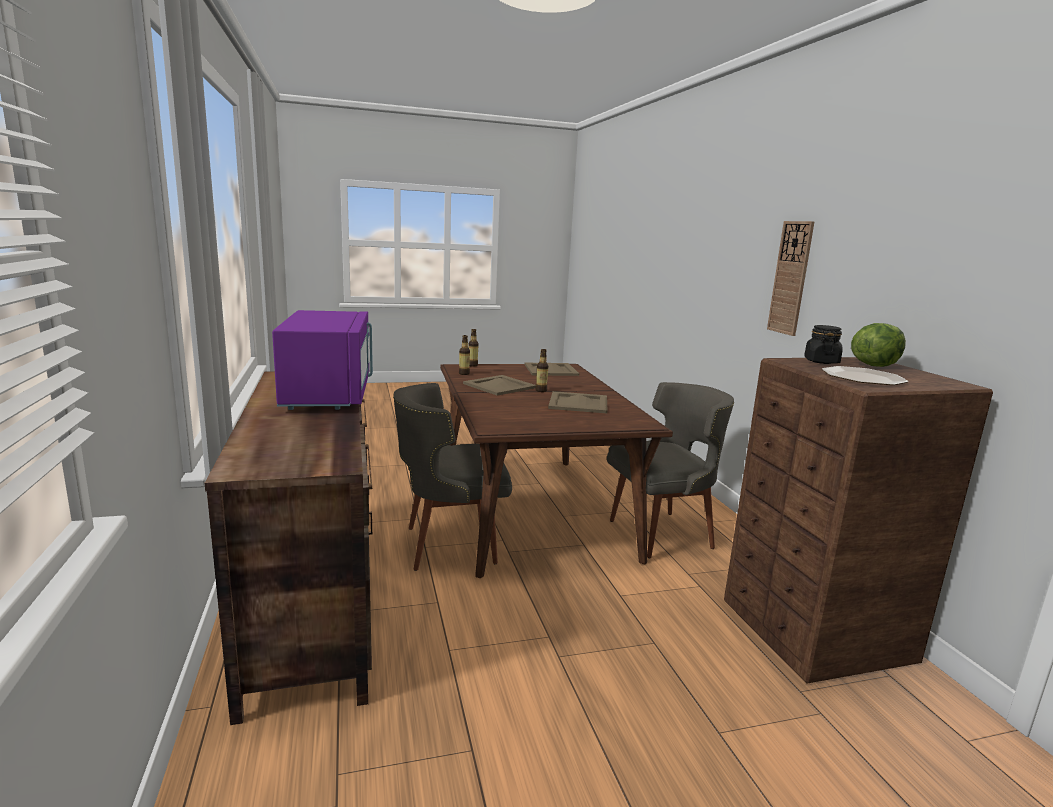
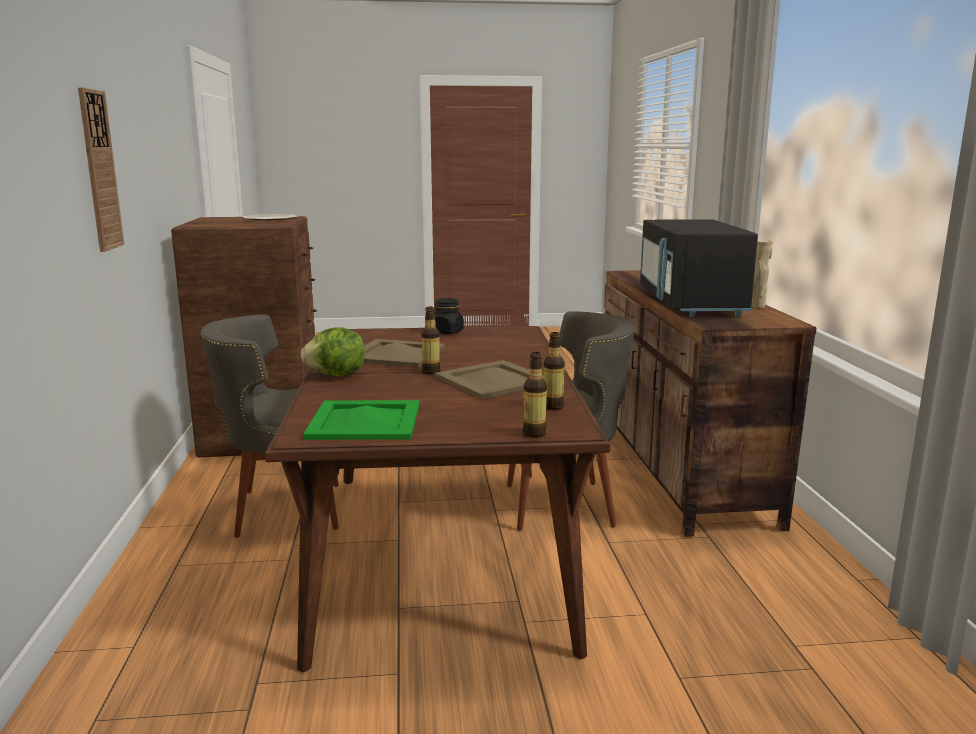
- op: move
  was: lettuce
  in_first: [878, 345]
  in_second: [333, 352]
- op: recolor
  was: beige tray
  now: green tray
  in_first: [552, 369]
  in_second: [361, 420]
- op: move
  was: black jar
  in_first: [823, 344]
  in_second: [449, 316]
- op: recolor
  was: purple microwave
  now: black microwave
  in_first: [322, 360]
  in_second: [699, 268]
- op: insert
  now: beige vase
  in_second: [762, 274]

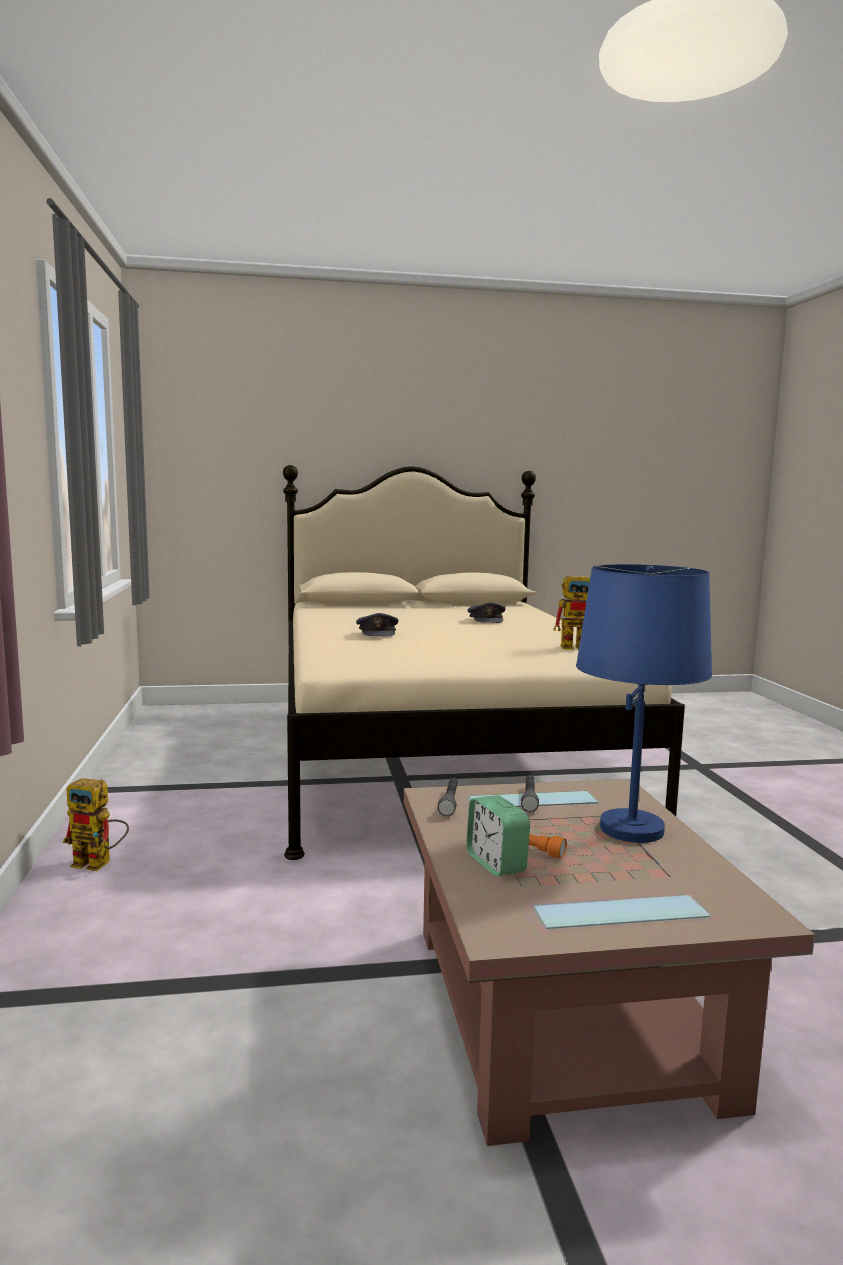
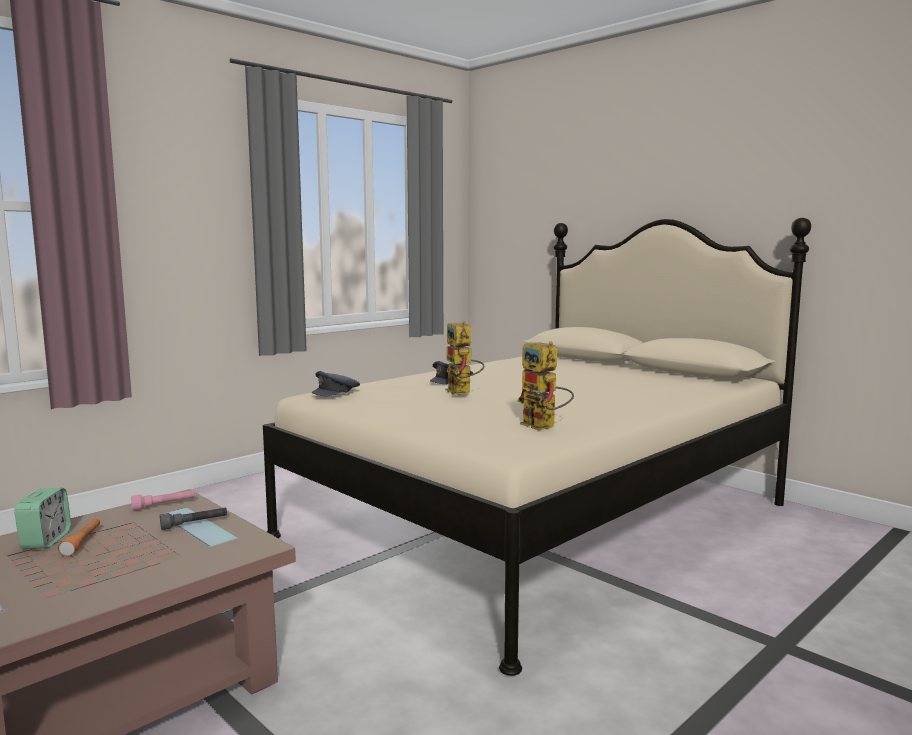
- op: rotate
  was: alarm clock
  in_first: [498, 835]
  in_second: [42, 518]
  clockwise: 150
- op: recolor
  was: grey flashlight
  now: pink flashlight
  in_first: [448, 797]
  in_second: [163, 500]
- op: move
  was: grey cap
  in_first: [486, 612]
  in_second: [336, 383]
- op: move
  was: toy robot
  in_first: [96, 824]
  in_second: [465, 358]
- op: delete
  was: blue table lamp
  in_first: [644, 703]

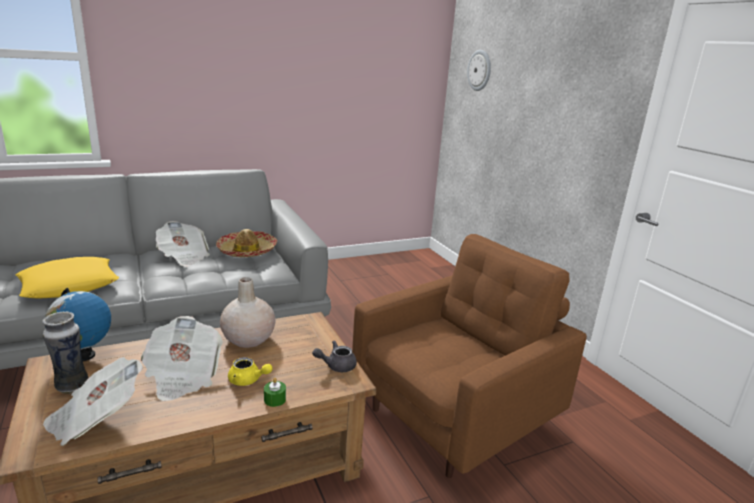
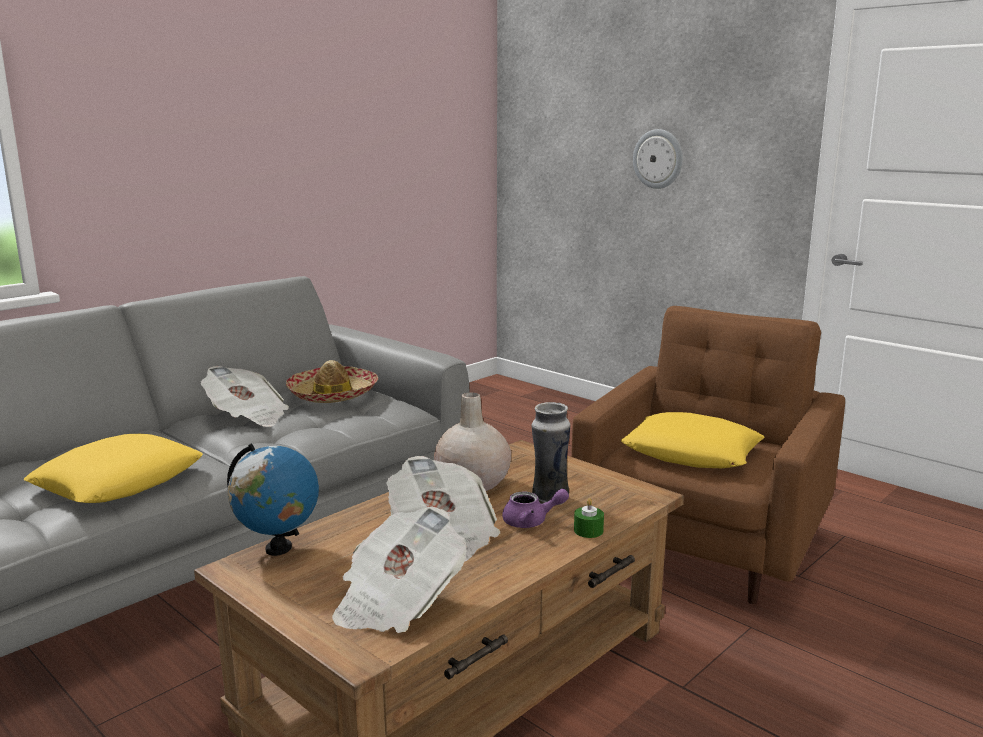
- op: recolor
  was: yellow teapot
  now: purple teapot
  in_first: [250, 371]
  in_second: [535, 508]
- op: move
  was: vase
  in_first: [66, 353]
  in_second: [550, 453]
- op: insert
  now: yellow pillow
  in_second: [693, 440]
- op: move
  was: wall clock
  in_first: [479, 70]
  in_second: [658, 159]
- op: delete
  was: grey teapot
  in_first: [334, 356]

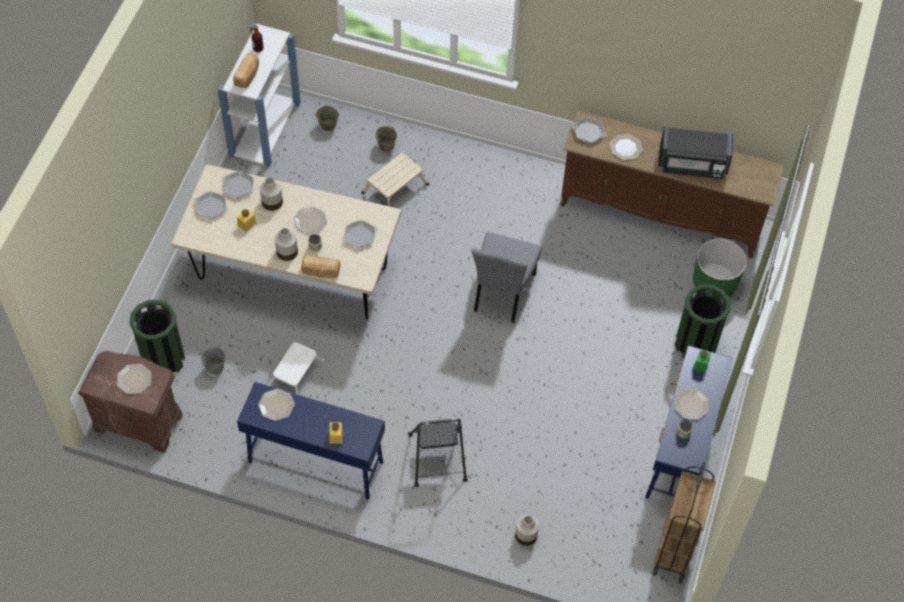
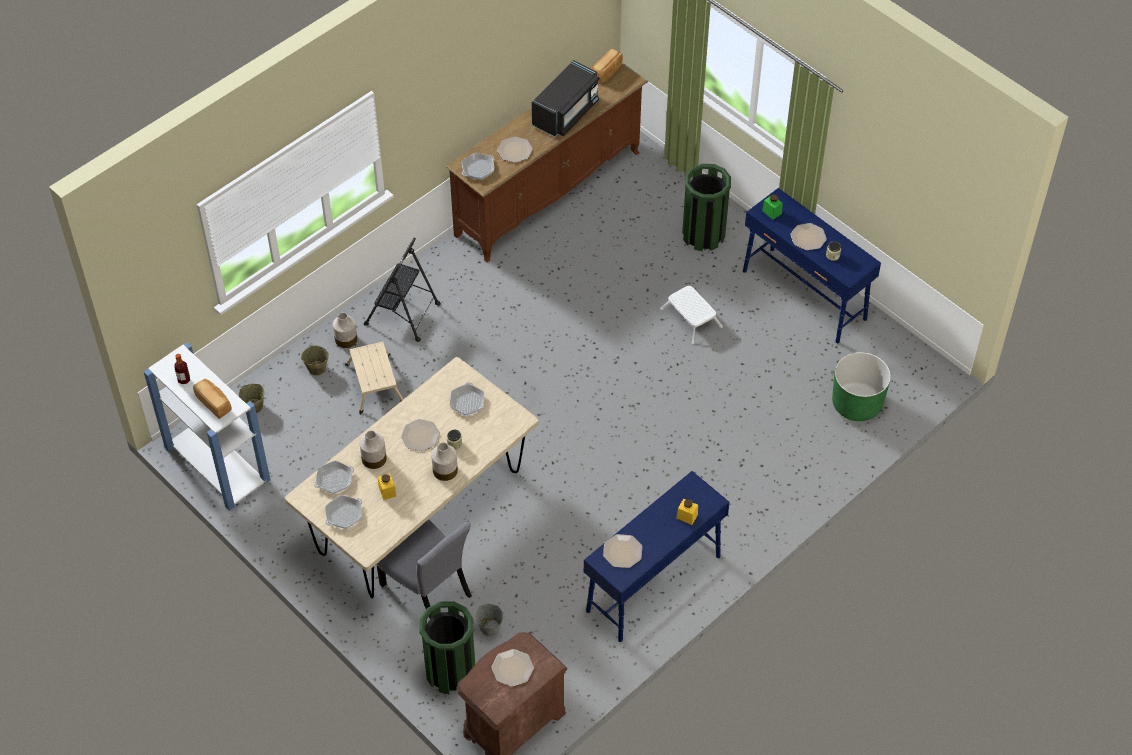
- op: move
  was: beige vase
  in_first: [527, 530]
  in_second: [345, 330]
- op: move
  was: black step ladder
  in_first: [438, 453]
  in_second: [402, 289]
- op: move
  was: grey chair
  in_first: [506, 277]
  in_second: [424, 569]
- op: move
  was: bread
  in_first: [320, 266]
  in_second: [607, 66]
- op: move
  was: white step ladder
  in_first: [296, 368]
  in_second: [691, 315]
- op: move
  was: green planter
  in_first: [720, 269]
  in_second: [861, 386]
- op: delete
  was: brown cart
  in_first: [684, 523]

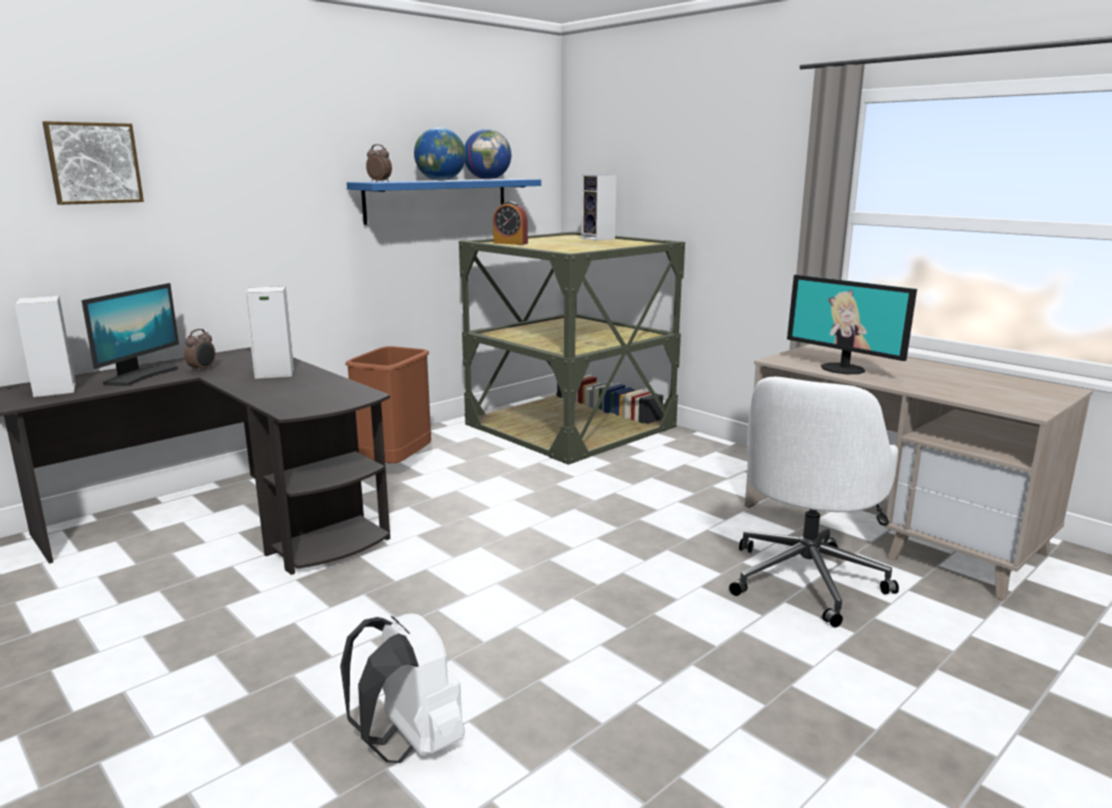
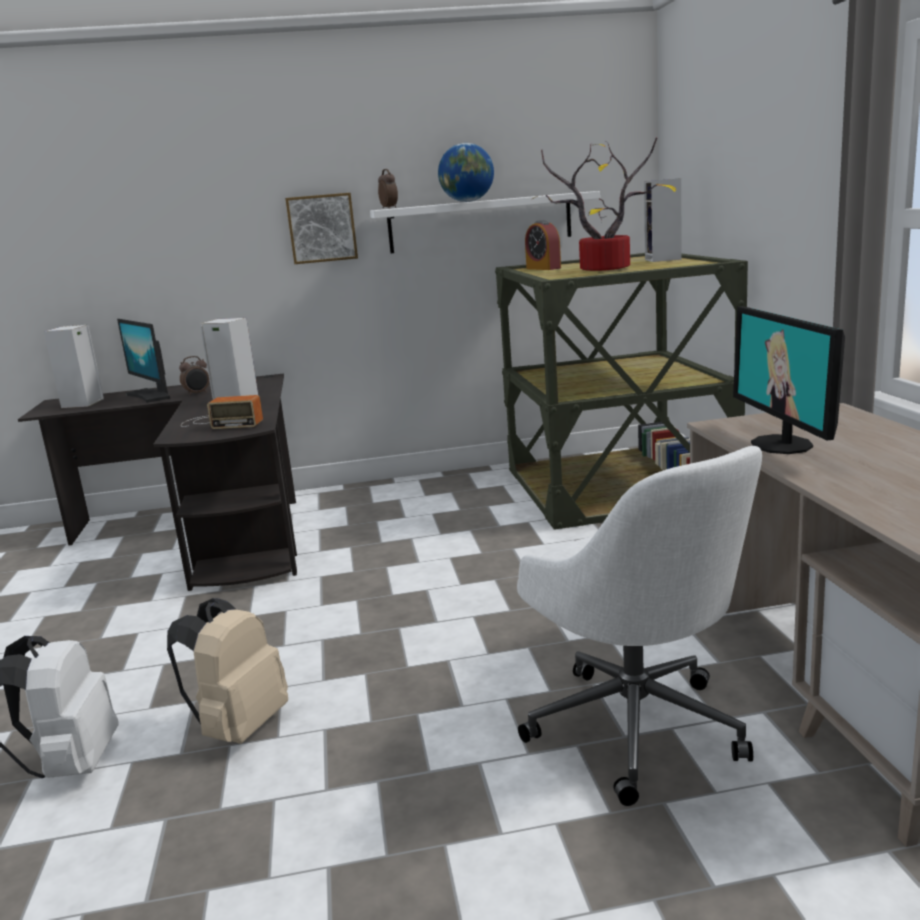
- op: rotate
  was: monitor
  in_first: [130, 334]
  in_second: [143, 361]
  clockwise: 90
- op: insert
  now: beige backpack
  in_second: [227, 671]
- op: insert
  now: radio
  in_second: [222, 412]
- op: move
  was: picture
  in_first: [93, 163]
  in_second: [321, 228]
- op: recolor
  was: blue shelf
  now: white shelf
  in_first: [444, 202]
  in_second: [485, 222]
- op: rotate
  was: white office chair
  in_first: [814, 502]
  in_second: [639, 626]
  clockwise: -90
- op: insert
  now: potted plant
  in_second: [603, 204]
- op: delete
  was: brown trash can
  in_first: [388, 404]
- op: delete
  was: globe
  in_first: [487, 154]

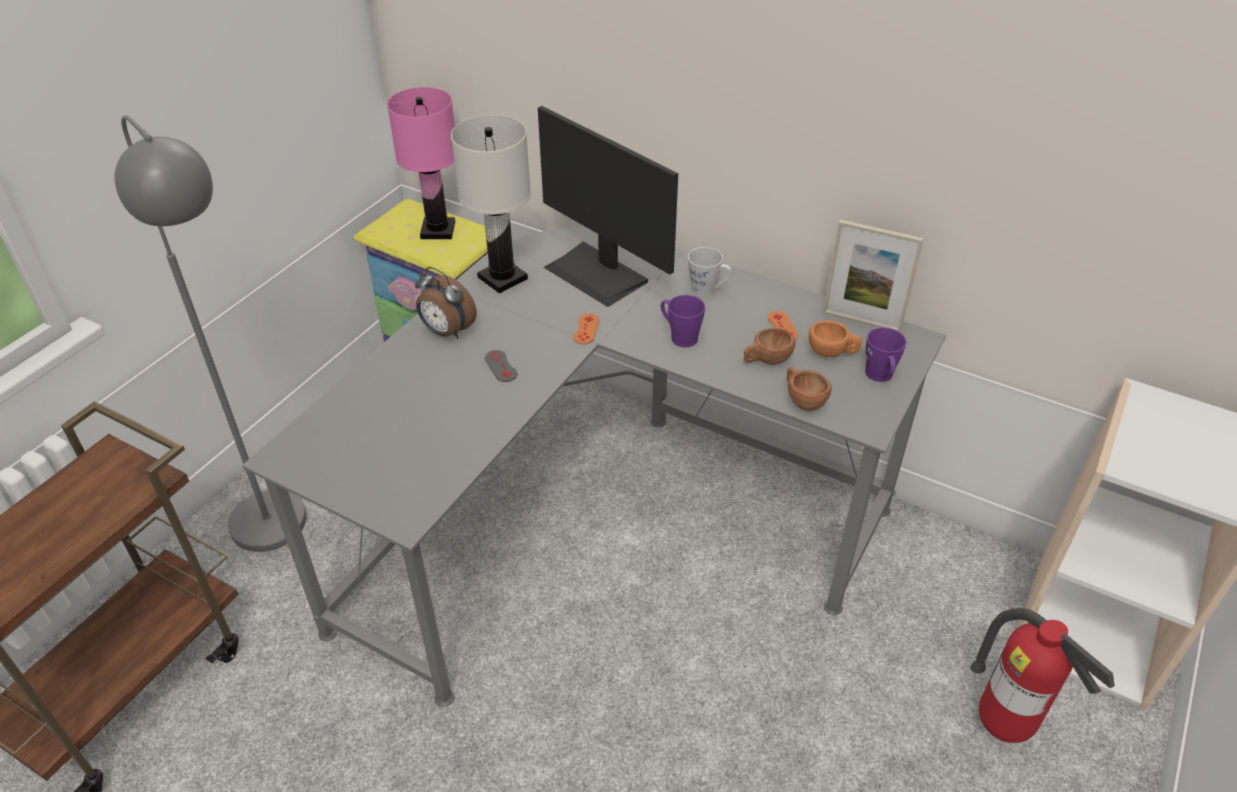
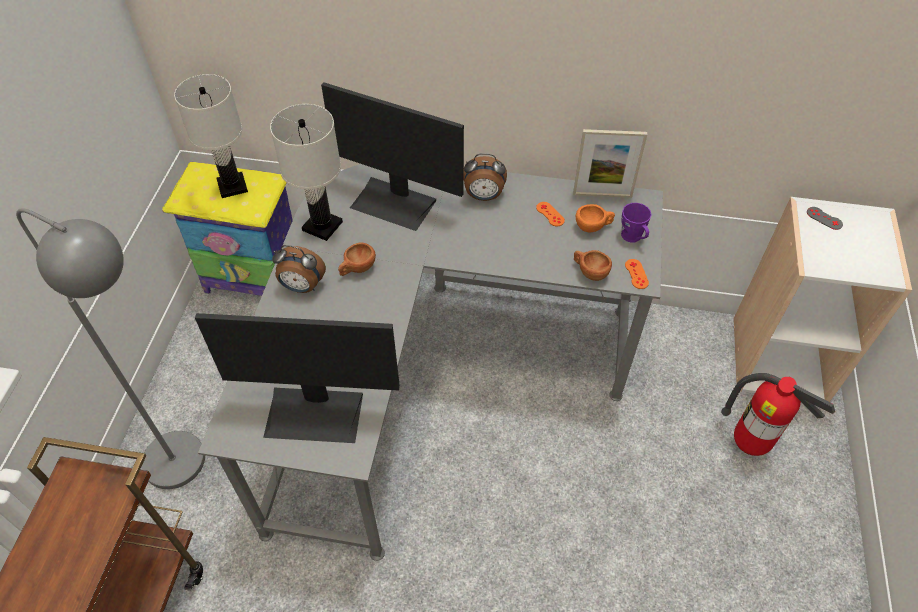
- op: recolor
  was: pink table lamp
  now: white table lamp
  in_first: [421, 163]
  in_second: [211, 136]
- op: insert
  now: monitor
  in_second: [297, 378]
- op: move
  was: brown cup
  in_first: [769, 346]
  in_second: [357, 259]
- op: replace
  was: grey mug
  now: alarm clock
  in_first: [710, 272]
  in_second: [485, 177]
- op: move
  was: orange game controller
  in_first: [586, 329]
  in_second: [637, 274]
- op: move
  was: grey game controller
  in_first: [501, 366]
  in_second: [825, 218]
- op: delete
  was: purple mug
  in_first: [683, 321]

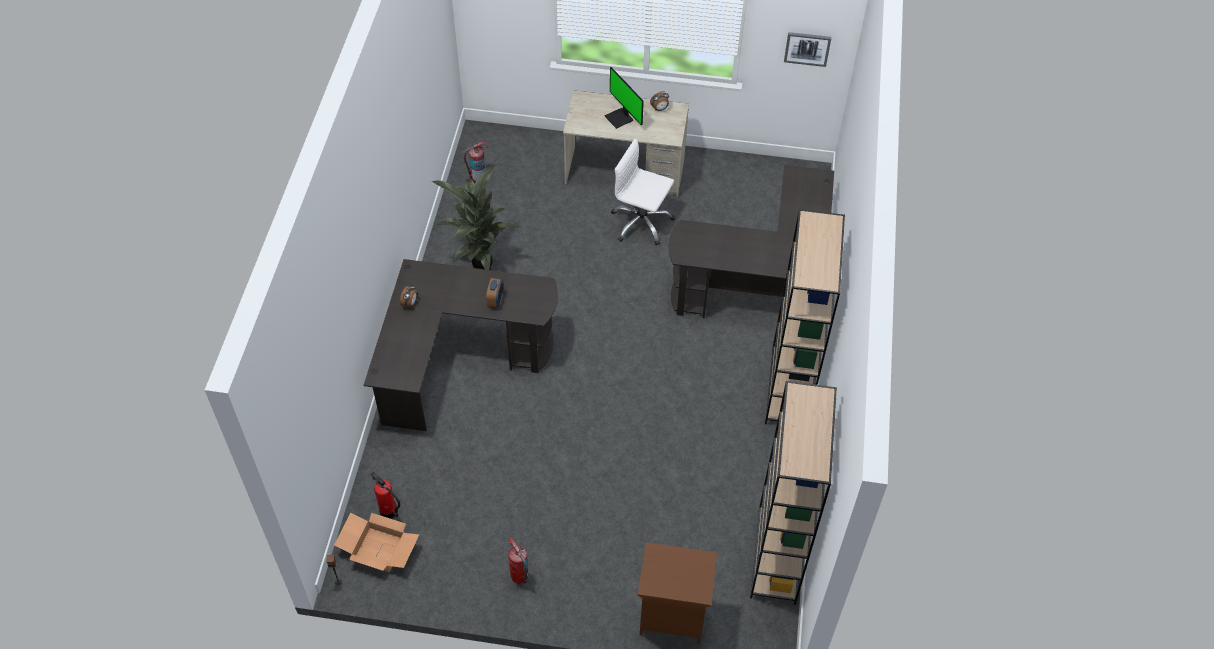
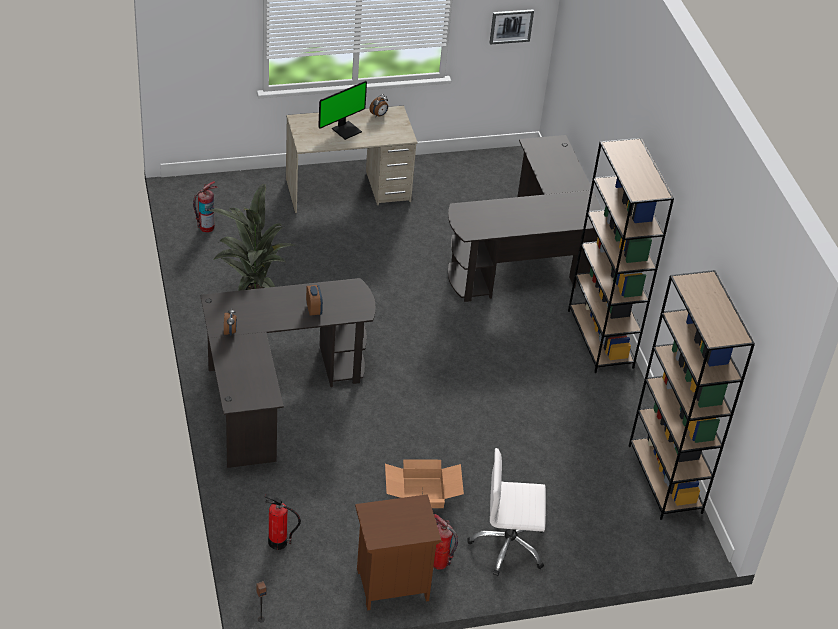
- op: rotate
  was: monitor
  in_first: [624, 98]
  in_second: [342, 110]
  clockwise: -75
- op: move
  was: brown nightstand
  in_first: [677, 593]
  in_second: [398, 552]
- op: move
  was: cardboard box
  in_first: [376, 542]
  in_second: [424, 483]
- op: move
  was: white office chair
  in_first: [643, 192]
  in_second: [506, 512]

